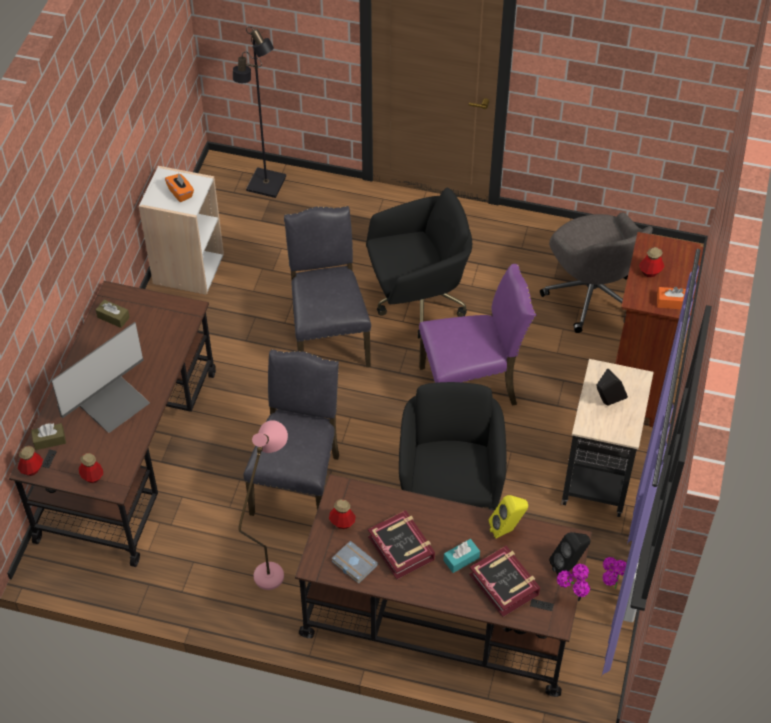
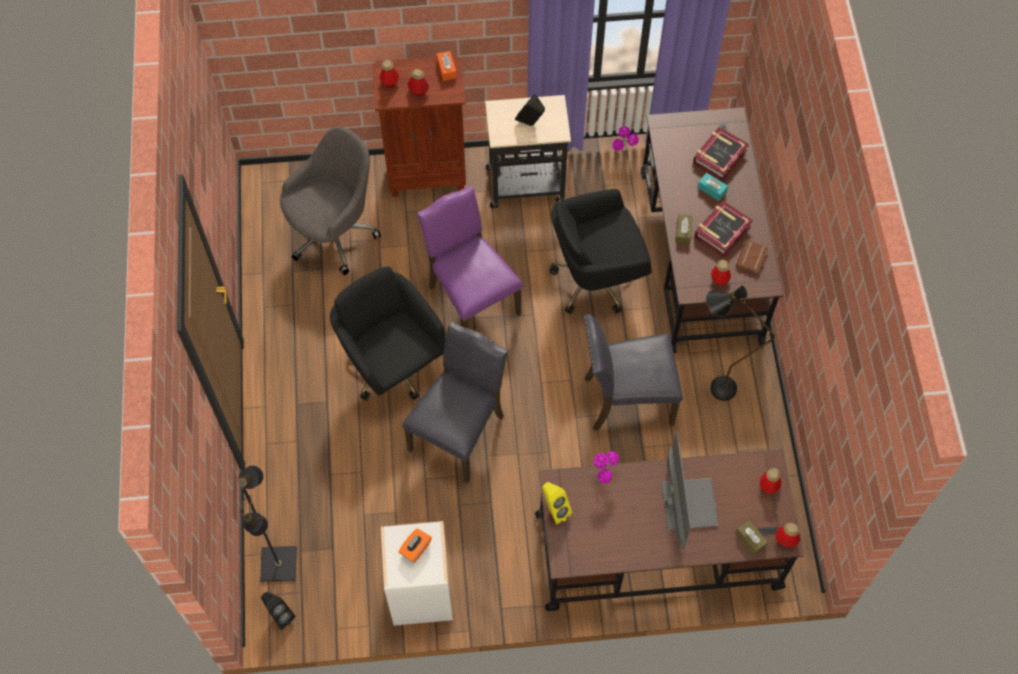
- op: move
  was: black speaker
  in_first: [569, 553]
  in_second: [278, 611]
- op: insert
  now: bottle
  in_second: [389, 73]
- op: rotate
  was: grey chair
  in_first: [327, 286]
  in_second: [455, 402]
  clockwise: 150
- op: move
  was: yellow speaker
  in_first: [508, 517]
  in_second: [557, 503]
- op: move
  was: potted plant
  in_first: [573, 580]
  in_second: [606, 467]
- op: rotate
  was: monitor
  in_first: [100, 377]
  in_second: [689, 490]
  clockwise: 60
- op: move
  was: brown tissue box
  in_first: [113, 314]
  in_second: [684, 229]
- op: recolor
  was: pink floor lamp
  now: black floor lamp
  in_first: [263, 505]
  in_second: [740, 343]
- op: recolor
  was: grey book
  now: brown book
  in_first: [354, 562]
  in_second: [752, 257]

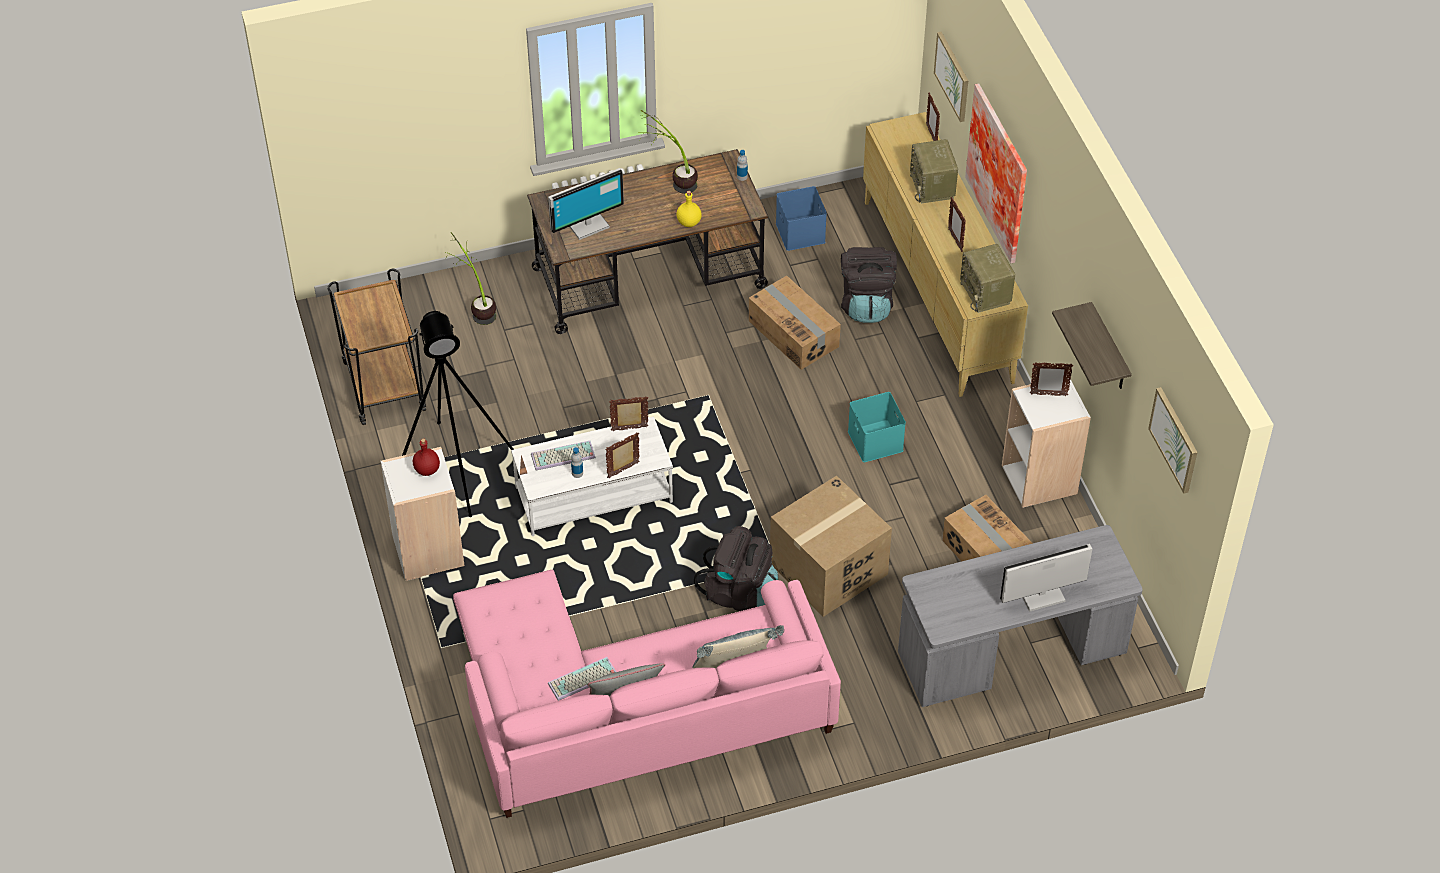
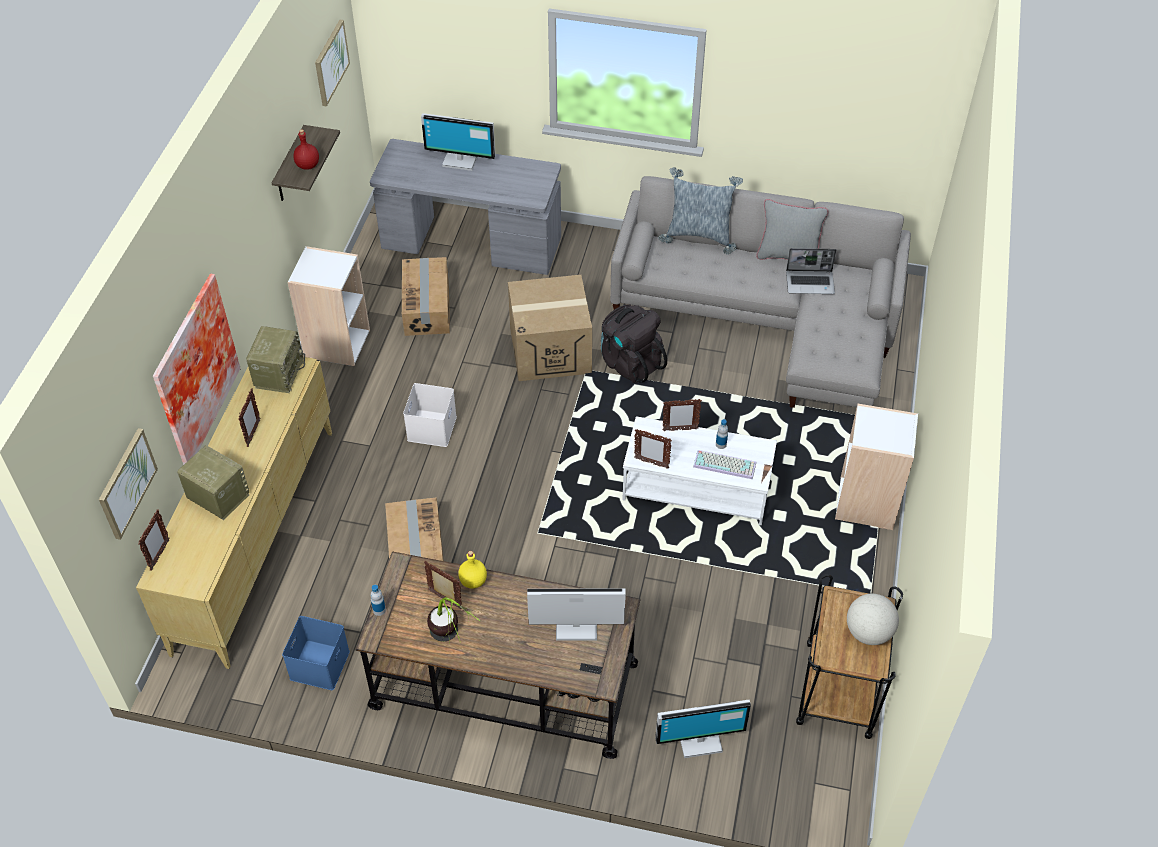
- op: rotate
  was: radio
  in_first: [934, 171]
  in_second: [213, 482]
  clockwise: -75
- op: move
  was: red bottle
  in_first: [426, 457]
  in_second: [306, 149]
- op: recolor
  was: turquoise storage box
  now: white storage box
  in_first: [877, 427]
  in_second: [430, 415]
- op: move
  was: picture frame
  in_first: [1051, 379]
  in_second: [443, 585]
- op: recolor
  was: pink sofa
  now: grey sofa
  in_first: [647, 694]
  in_second: [760, 292]
- op: replace
  was: potted plant
  now: monitor
  in_first: [471, 278]
  in_second: [703, 729]
- op: replace
  was: keyboard
  now: laptop
  in_first: [582, 679]
  in_second: [811, 271]
- op: insert
  now: globe
  in_second: [873, 619]
- op: delete
  was: black floor lamp
  in_first: [457, 414]
- op: delete
  was: black backpack
  in_first: [869, 285]

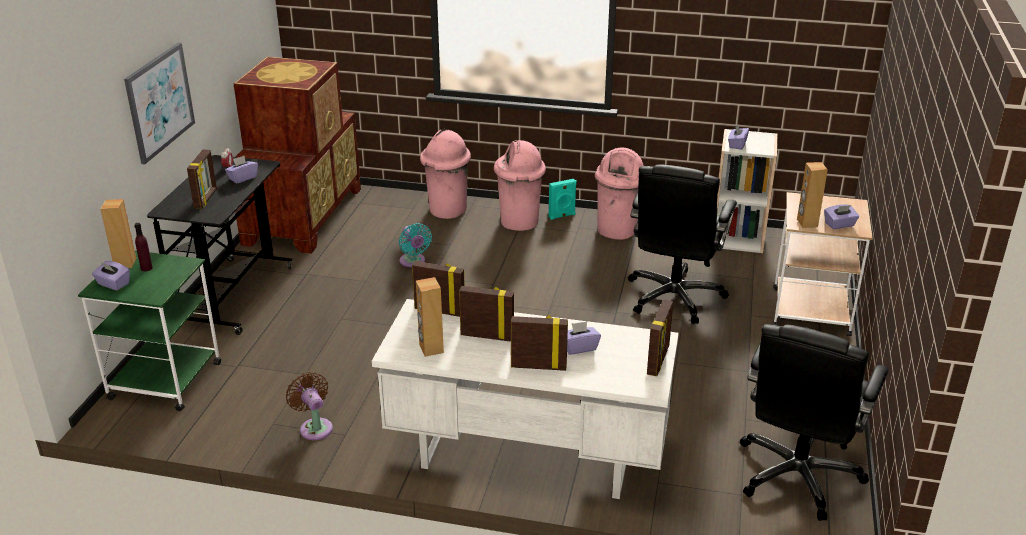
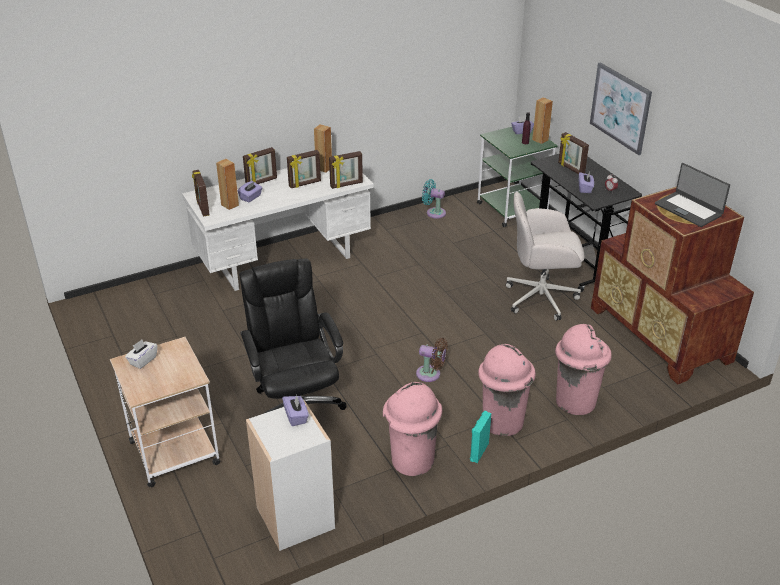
- op: recolor
  was: purple tissue box
  now: white tissue box
  in_first: [841, 216]
  in_second: [141, 354]
- op: move
  was: brown speaker
  in_first: [812, 195]
  in_second: [227, 184]
- op: move
  was: brown fan
  in_first: [309, 406]
  in_second: [432, 360]
- op: move
  was: turquoise fan
  in_first: [415, 245]
  in_second: [434, 199]
- op: insert
  now: white office chair
  in_second: [545, 256]
- op: insert
  now: laptop
  in_second: [692, 195]
- op: delete
  was: black office chair
  in_first: [814, 422]

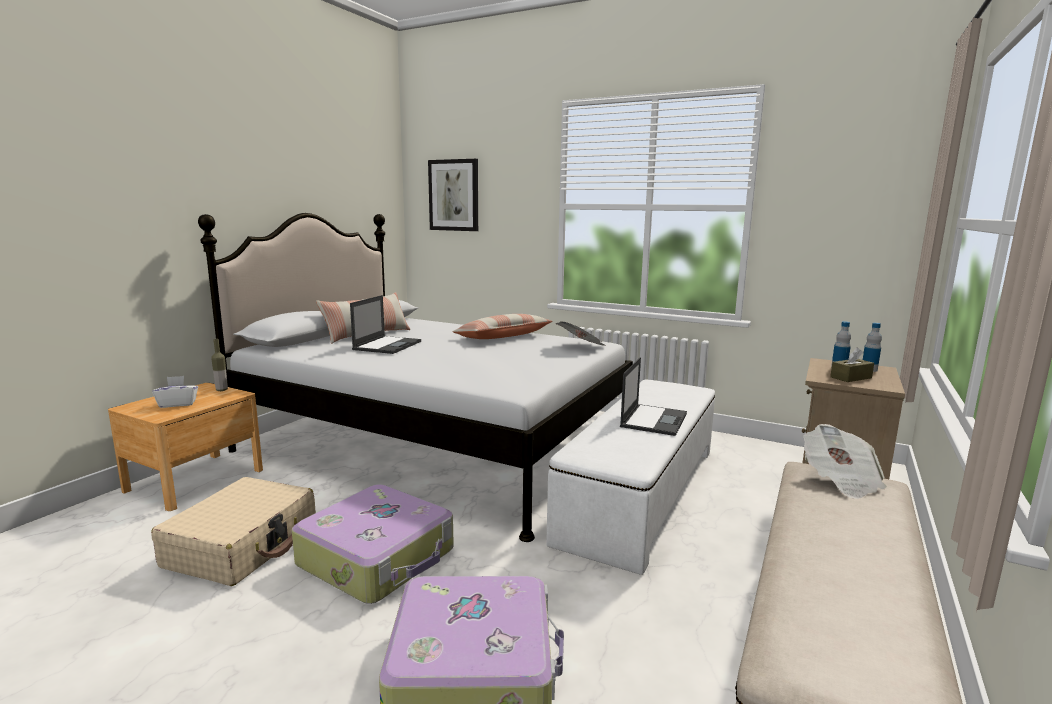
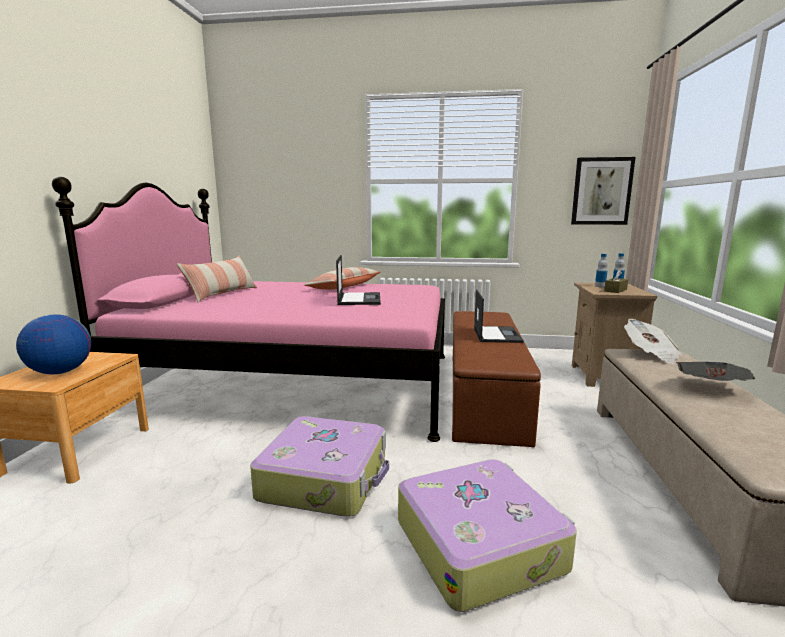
- op: replace
  was: white tissue box
  now: globe
  in_first: [175, 392]
  in_second: [53, 344]
- op: recolor
  was: white bed
  now: pink bed
  in_first: [415, 377]
  in_second: [248, 309]
- op: move
  was: laptop
  in_first: [385, 324]
  in_second: [358, 280]
- op: recolor
  was: white bench
  now: brown bench
  in_first: [630, 477]
  in_second: [496, 379]
- op: move
  was: picture
  in_first: [453, 195]
  in_second: [603, 191]
- op: move
  was: newspaper
  in_first: [580, 333]
  in_second: [715, 371]
- op: delete
  was: beige suitcase
  in_first: [233, 531]
- op: delete
  was: bottle
  in_first: [219, 365]

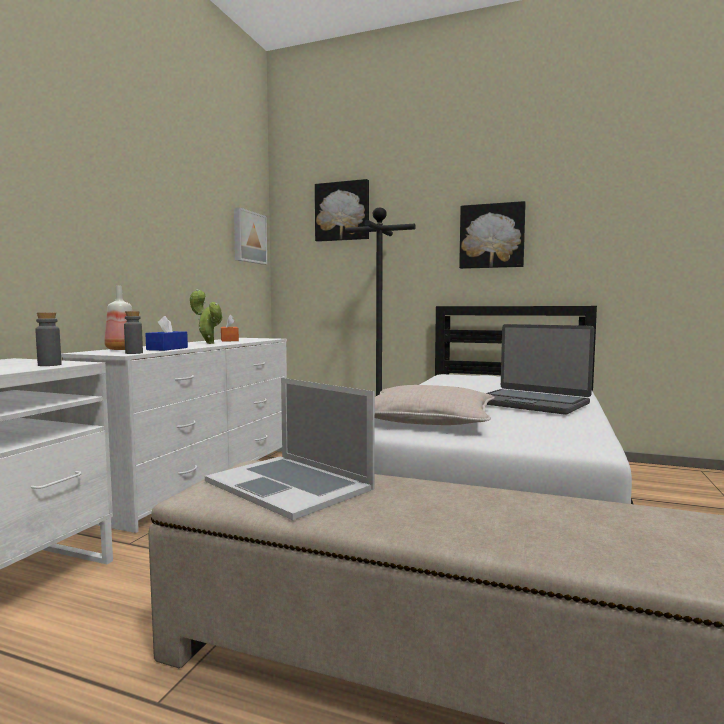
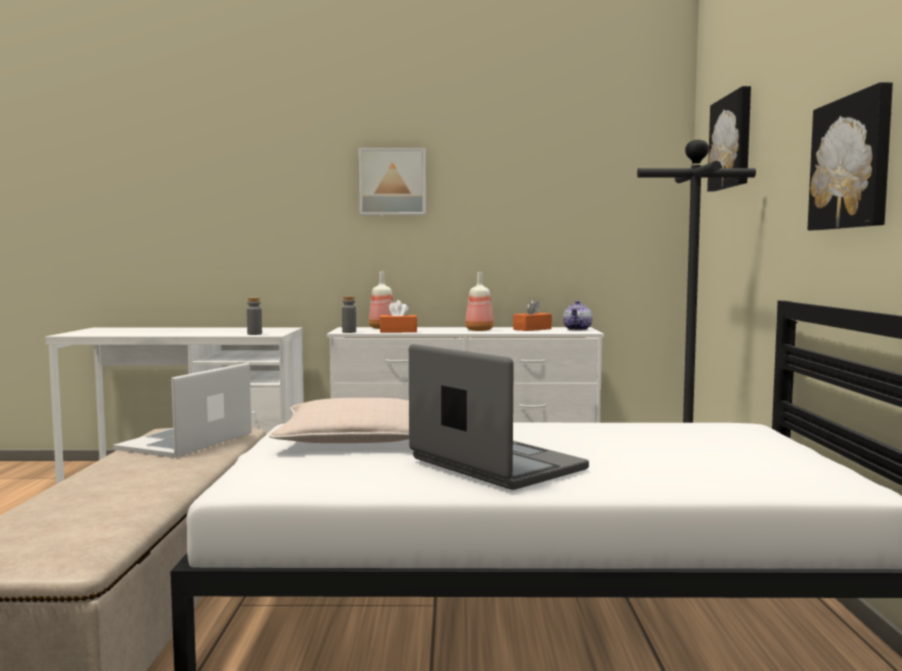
- op: move
  was: picture
  in_first: [250, 236]
  in_second: [392, 181]
- op: recolor
  was: blue tissue box
  now: orange tissue box
  in_first: [166, 333]
  in_second: [398, 316]
- op: rotate
  was: laptop
  in_first: [540, 369]
  in_second: [499, 417]
  clockwise: 120
- op: replace
  was: potted plant
  now: bottle
  in_first: [206, 316]
  in_second: [479, 301]
- op: insert
  now: teapot
  in_second: [578, 315]

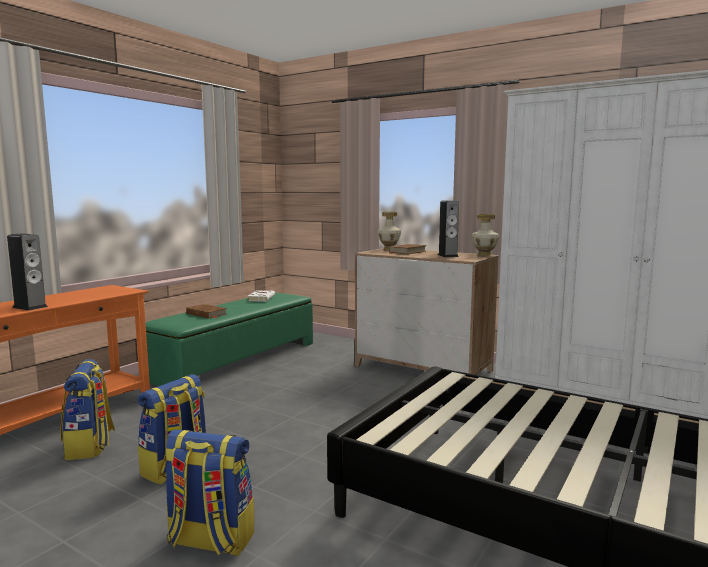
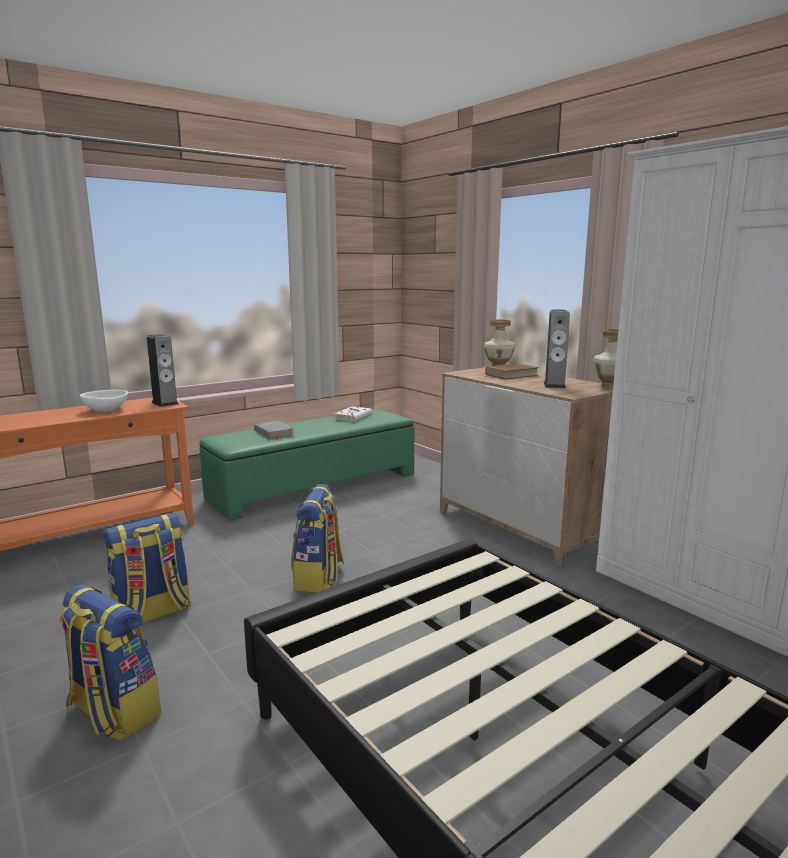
- op: insert
  now: white bowl
  in_second: [104, 401]
- op: move
  was: speaker
  in_first: [27, 272]
  in_second: [162, 370]
- op: recolor
  was: brown book
  now: grey book
  in_first: [206, 311]
  in_second: [274, 430]
- op: move
  was: backpack
  in_first: [87, 409]
  in_second: [317, 538]

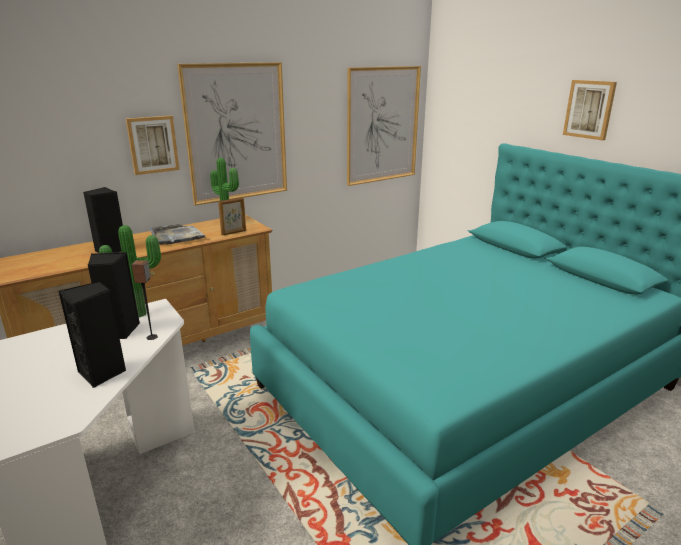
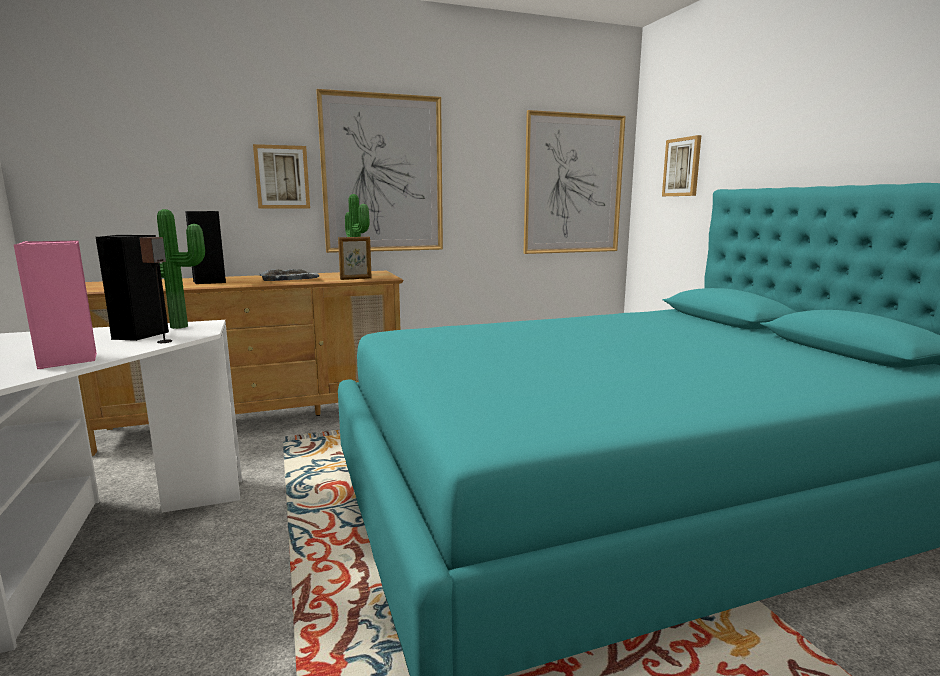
- op: recolor
  was: black speaker
  now: pink speaker
  in_first: [92, 335]
  in_second: [55, 304]
- op: move
  was: picture
  in_first: [590, 110]
  in_second: [681, 165]

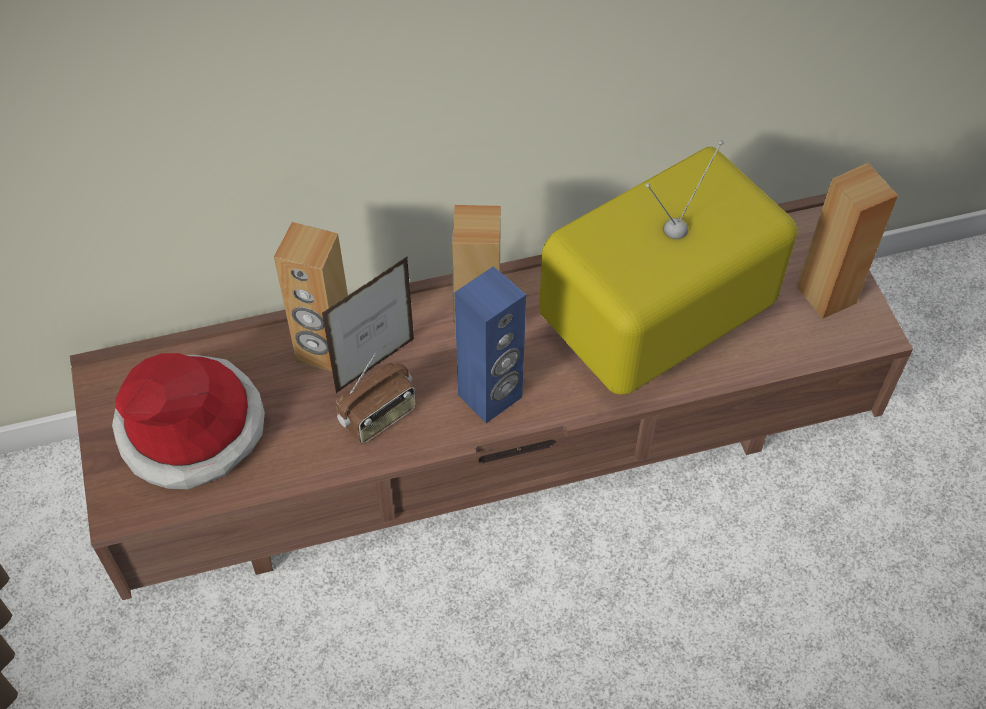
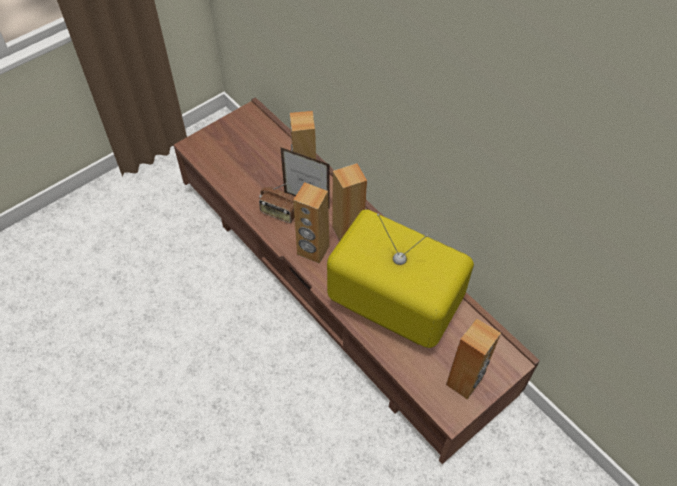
- op: recolor
  was: blue speaker
  now: brown speaker
  in_first: [490, 344]
  in_second: [311, 223]
- op: delete
  was: hat
  in_first: [188, 421]

